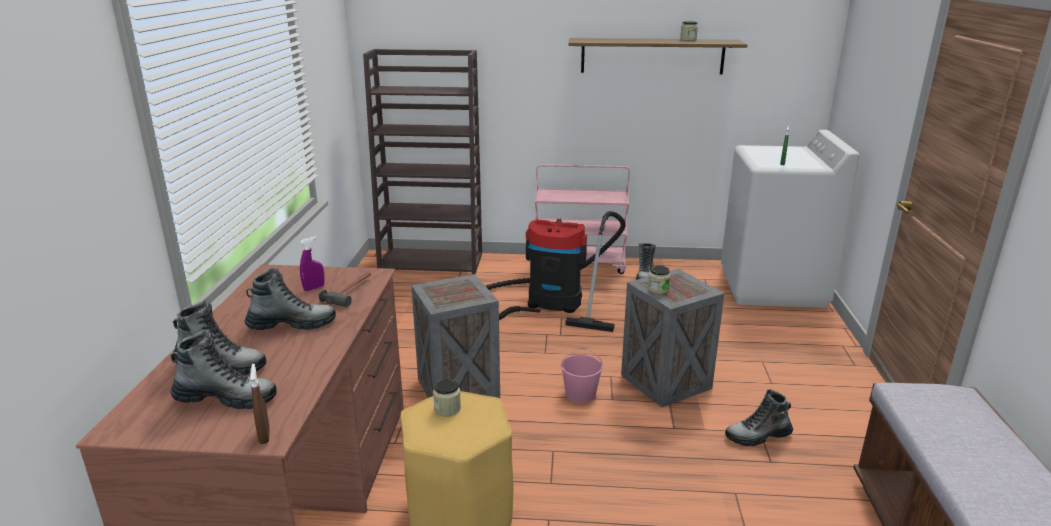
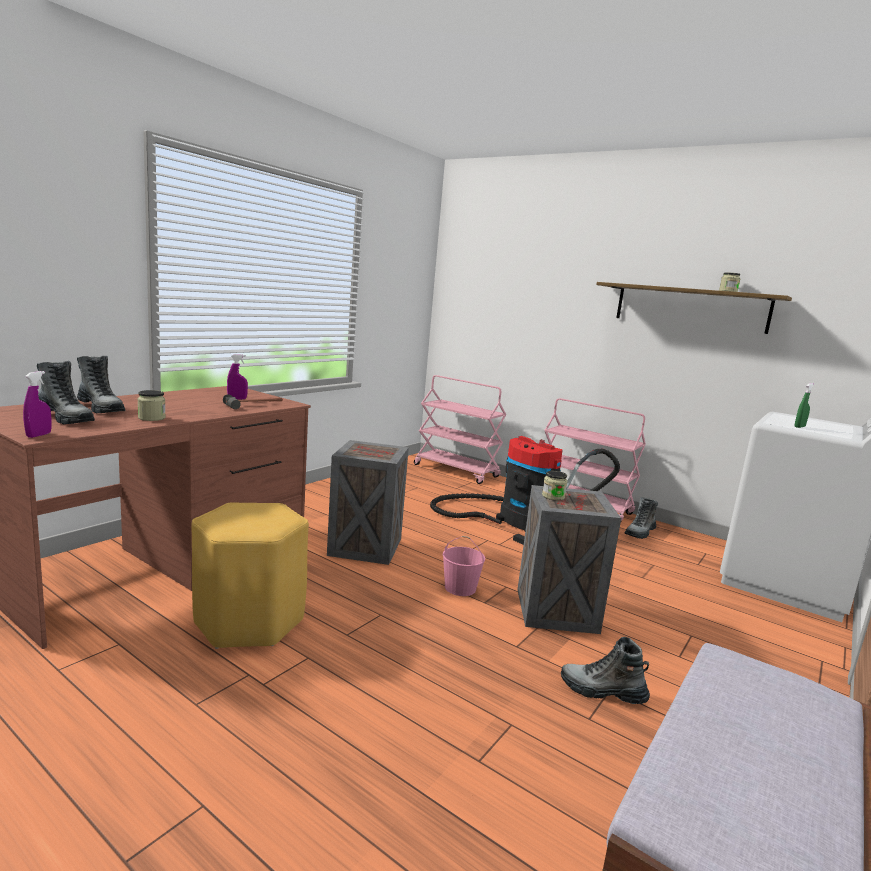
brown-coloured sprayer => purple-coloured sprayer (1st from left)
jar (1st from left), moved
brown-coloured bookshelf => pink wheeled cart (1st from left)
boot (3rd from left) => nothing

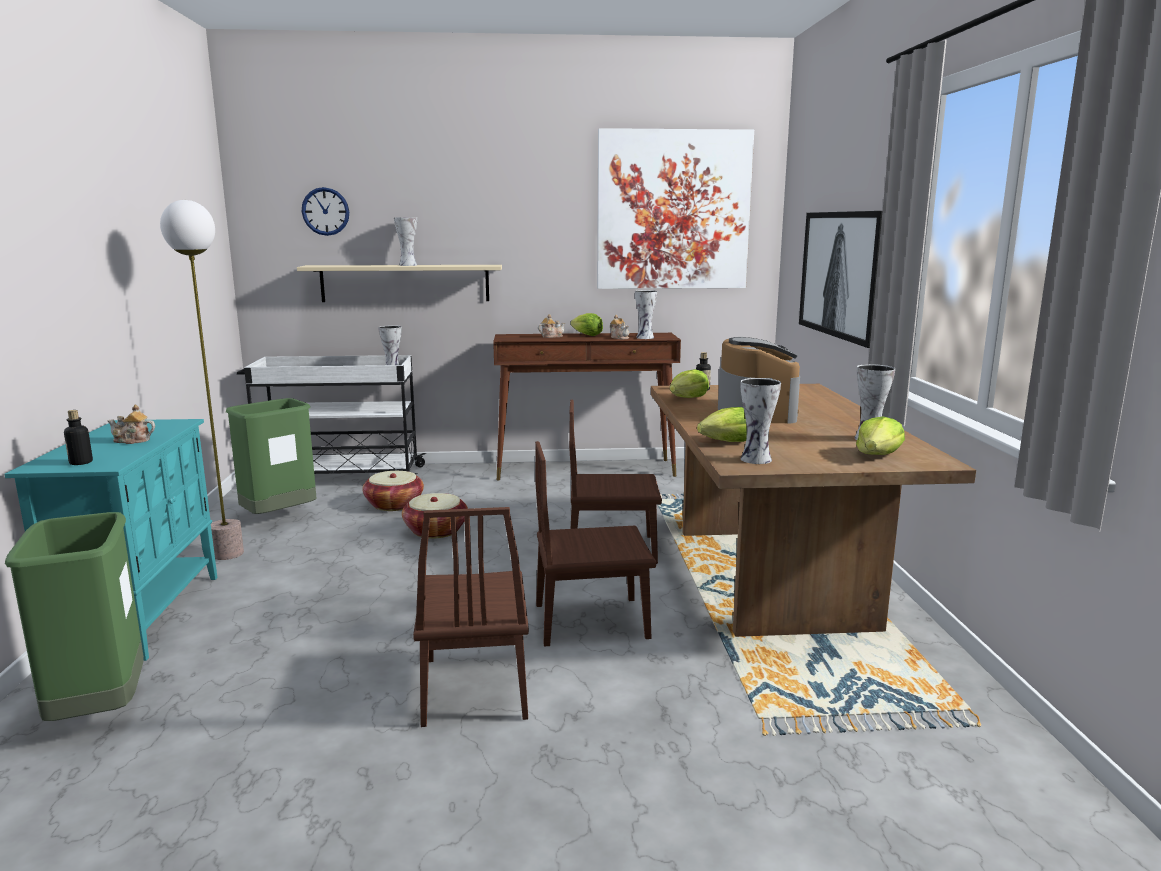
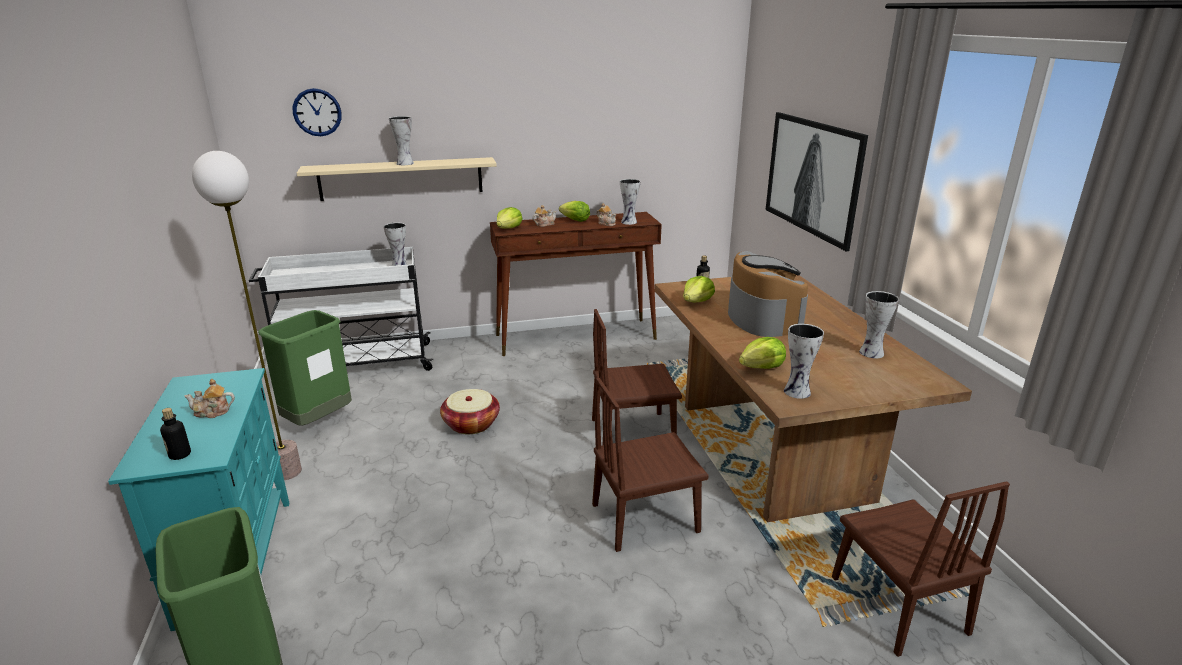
head of lettuce (4th from left in the first image) => head of lettuce (1st from left), moved
brown-coloured upright chair (1st from left in the first image) => brown-coloured upright chair (3rd from left), moved
basket (1st from left) => nothing
picture (1st from left) => nothing

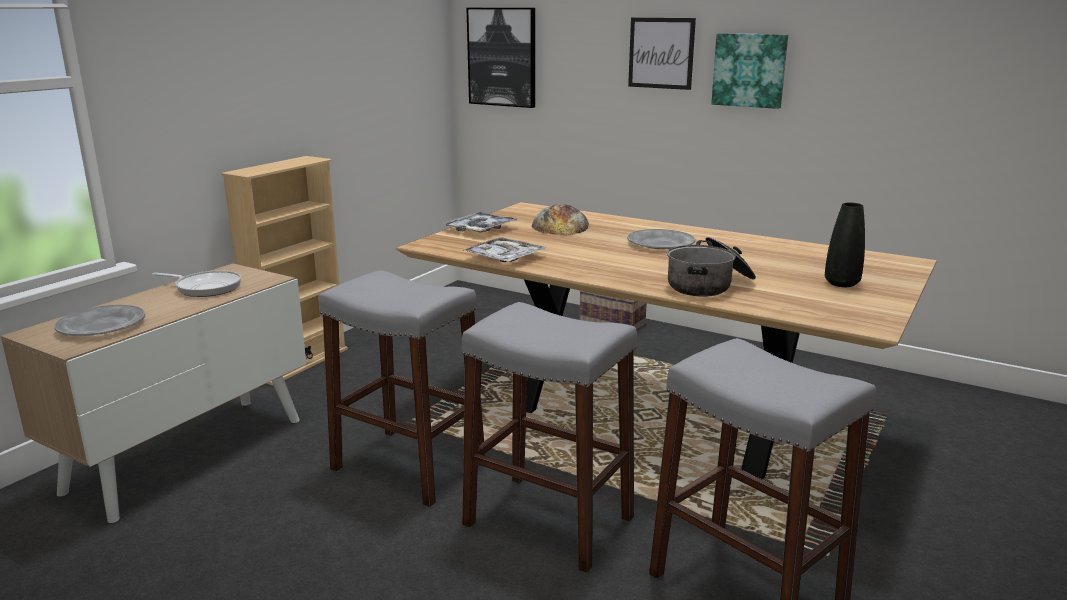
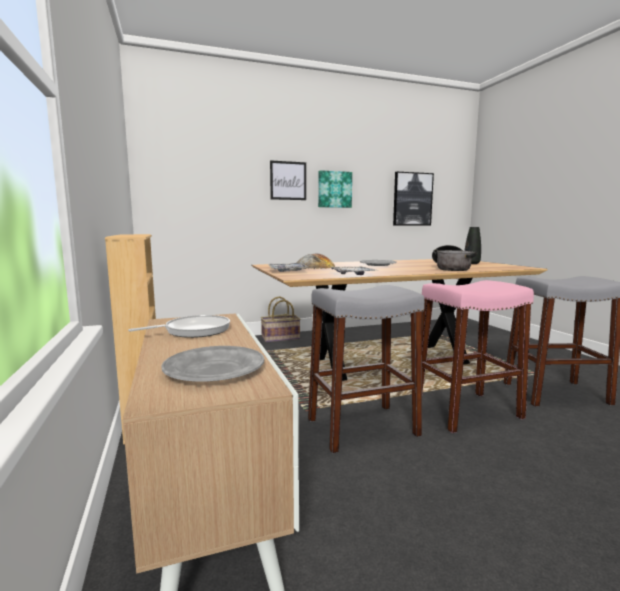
picture (1st from left in the first image) => picture (3rd from left), moved
grey stool (2nd from left) => pink stool

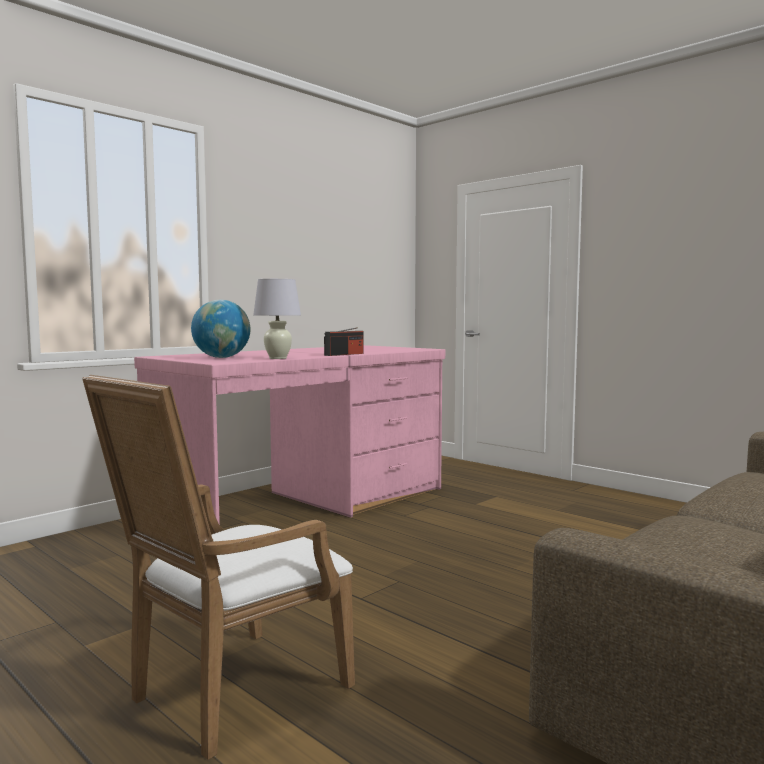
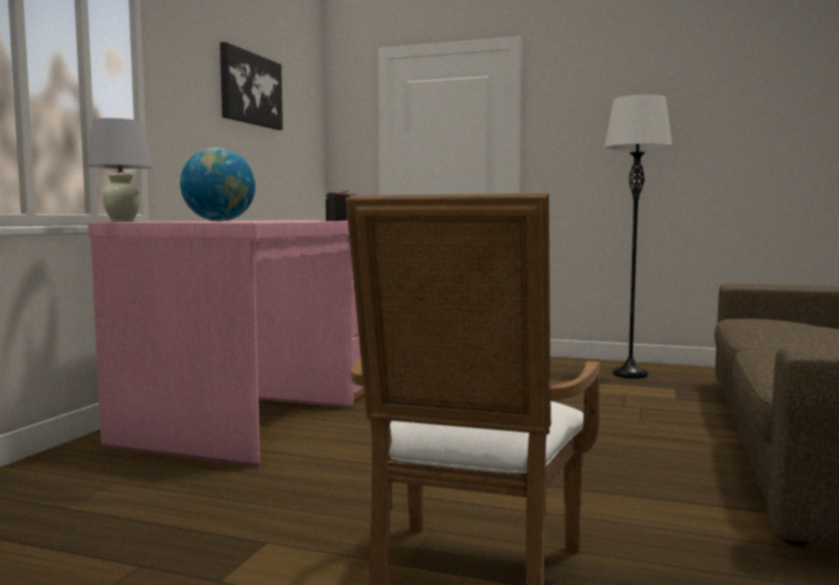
white-coloured tabletop lamp, moved
nothing => picture
nothing => white-coloured standing lamp

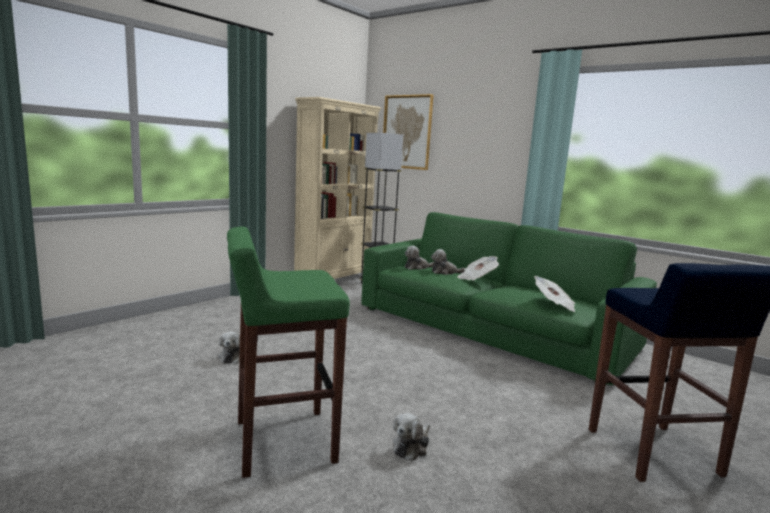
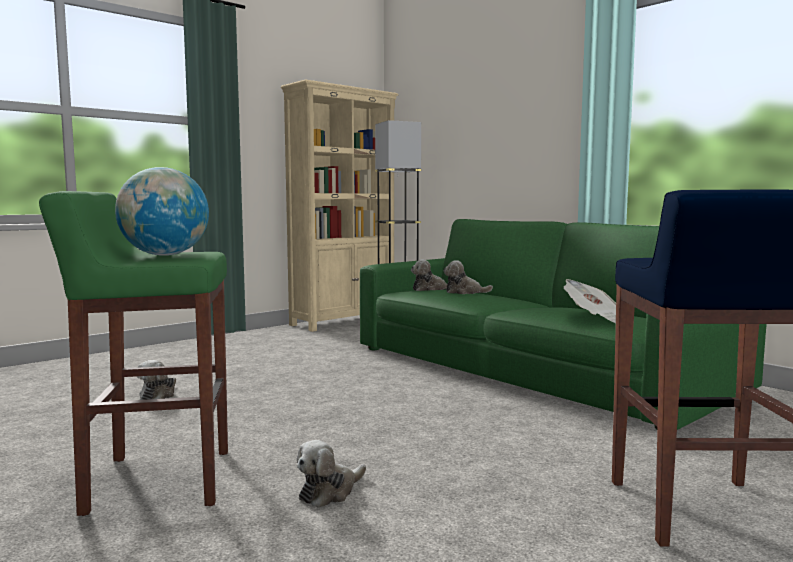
nothing => world globe
picture => nothing
printed paper (1st from left) => nothing

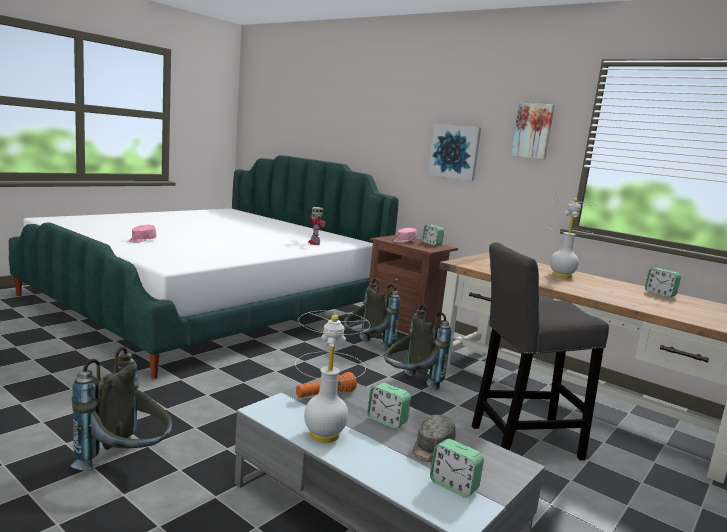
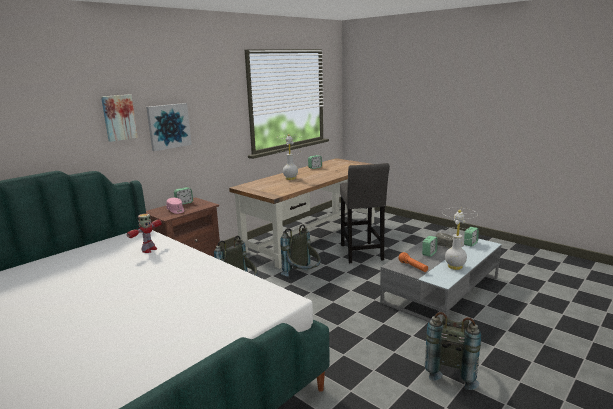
picture (2nd from left in the first image) => picture (1st from left), moved
robot figure, 45 degrees counterclockwise
pink baseball cap (1st from left) => nothing

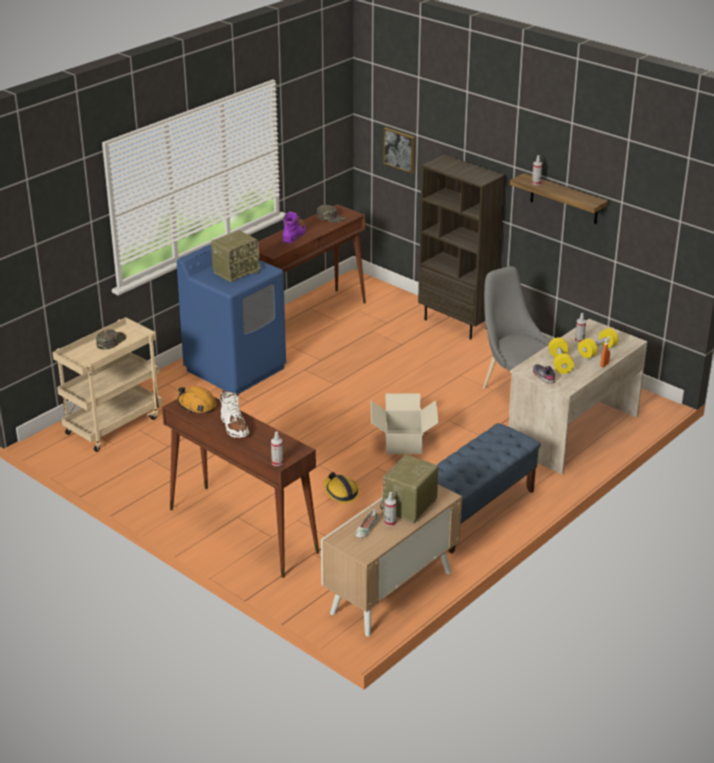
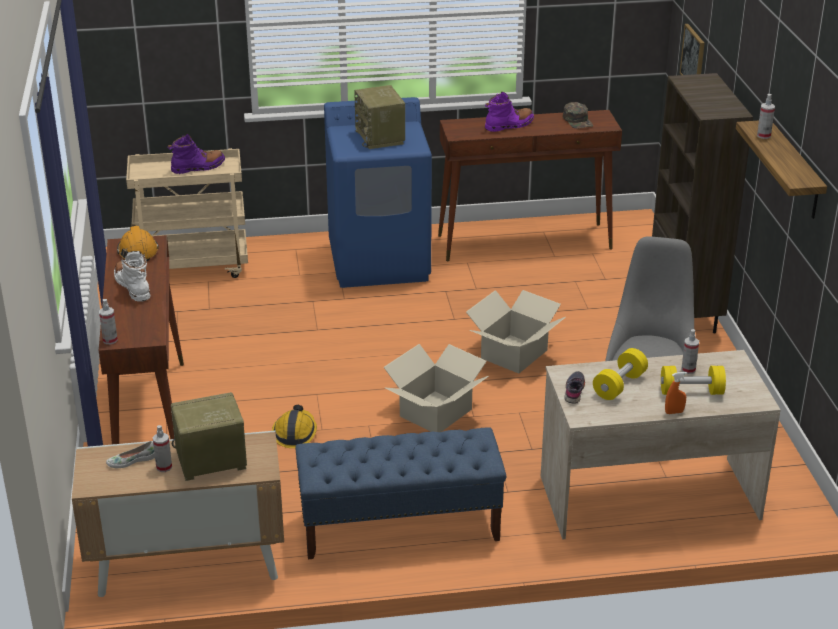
white-coloured boot, 135 degrees clockwise
green-coloured baseball cap (1st from left) => purple-coloured boot (1st from left)
radio receiver (1st from left in the first image) => radio receiver (2nd from left), 75 degrees clockwise
nothing => packing box (2nd from left)

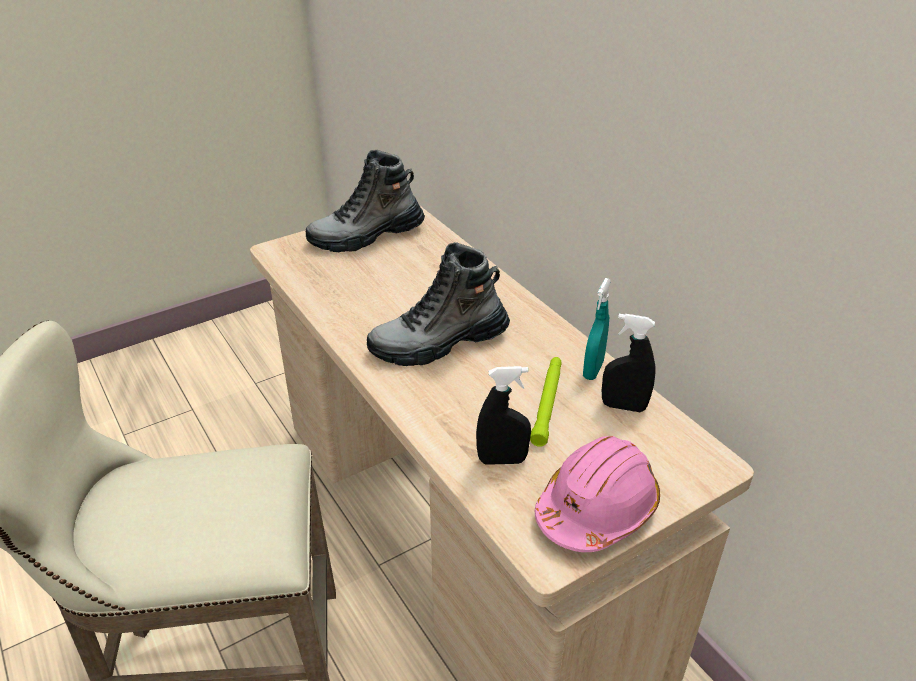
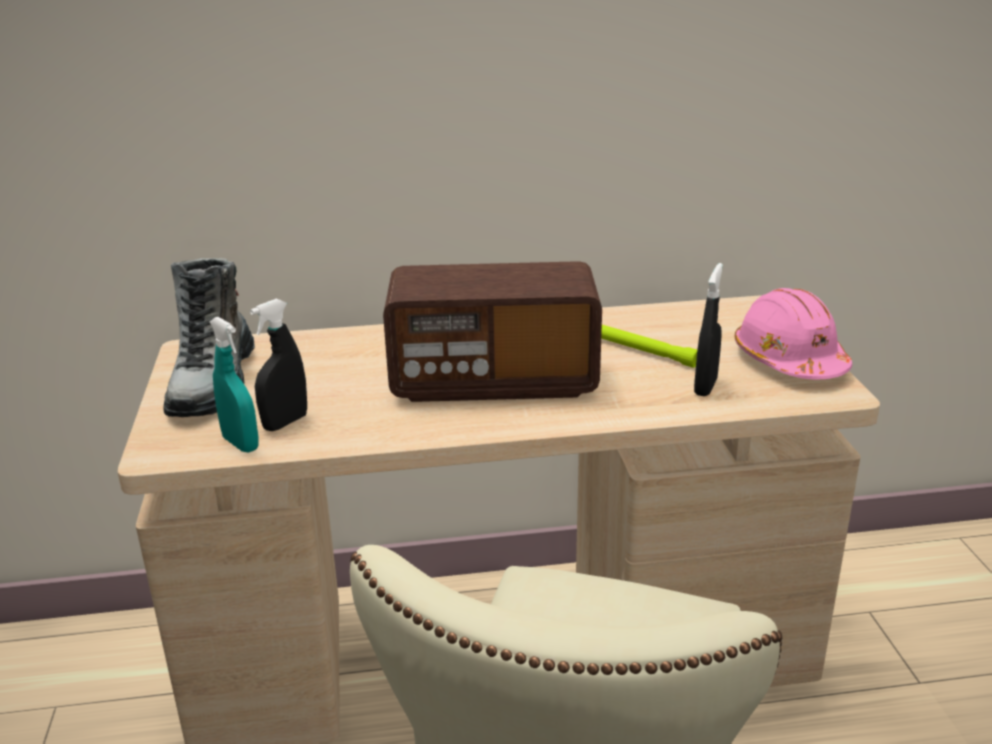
turquoise-coloured sprayer, moved
black-coloured sprayer (2nd from left in the first image) => black-coloured sprayer (1st from left), moved
boot (2nd from left) => radio receiver

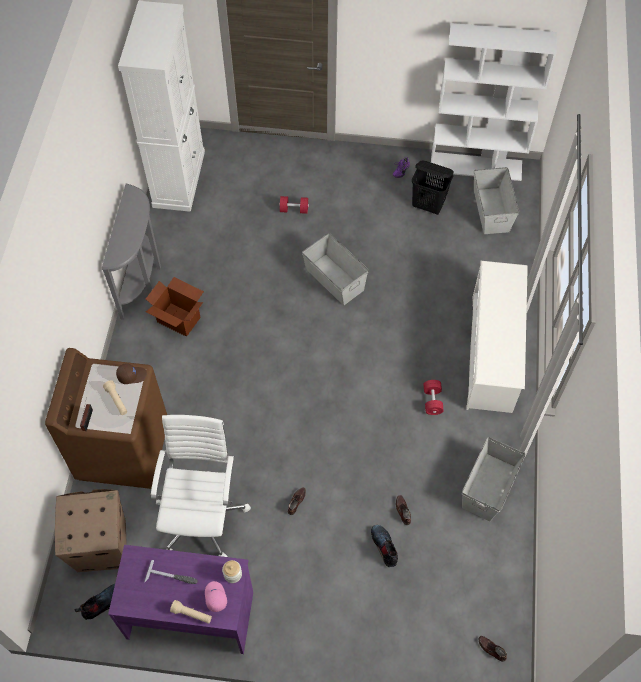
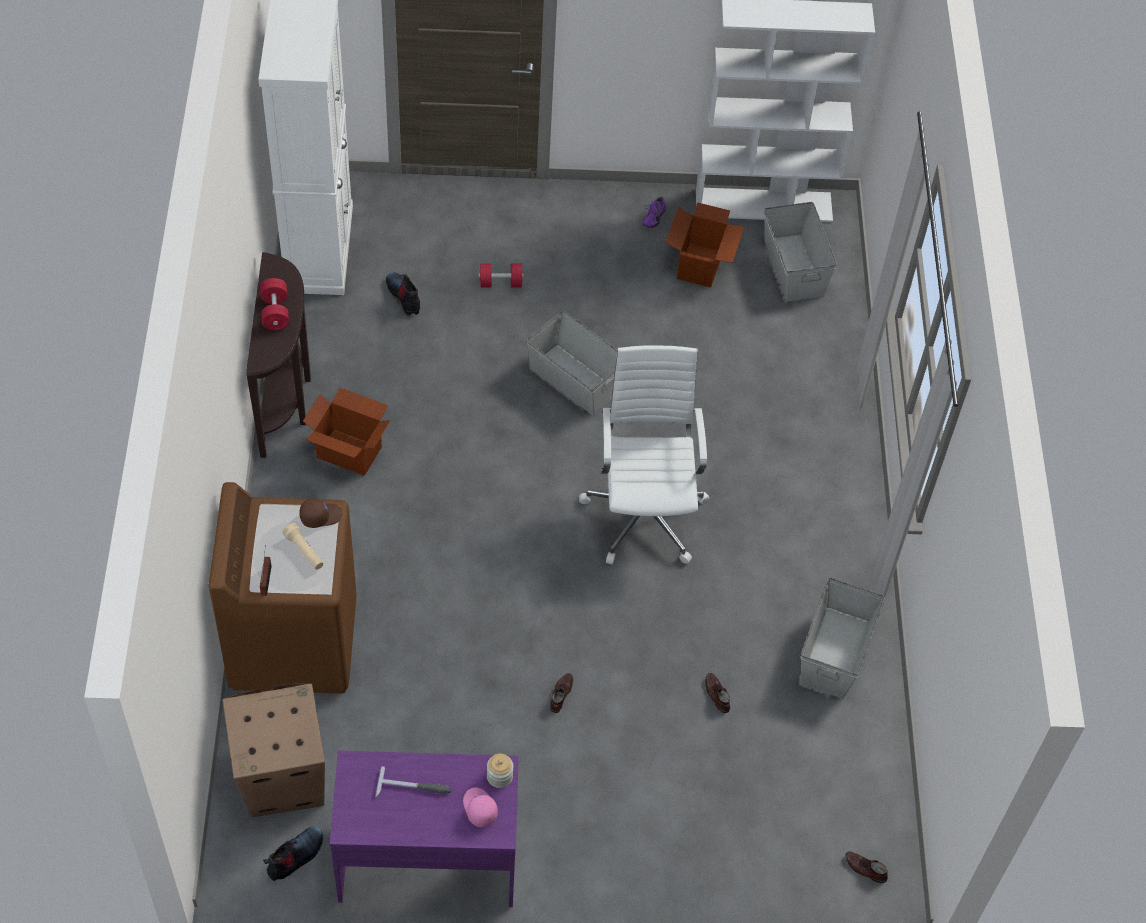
grey narrow table => brown-coloured narrow table
red hand weight (2nd from left in the first image) => red hand weight (1st from left), moved
boot (2nd from left), moved
white-coloured computer chair, moved
black-coloured hamper => packing box (3rd from left)
beige flashlight (2nd from left) => nothing
white-coloured shoe shelf => nothing

